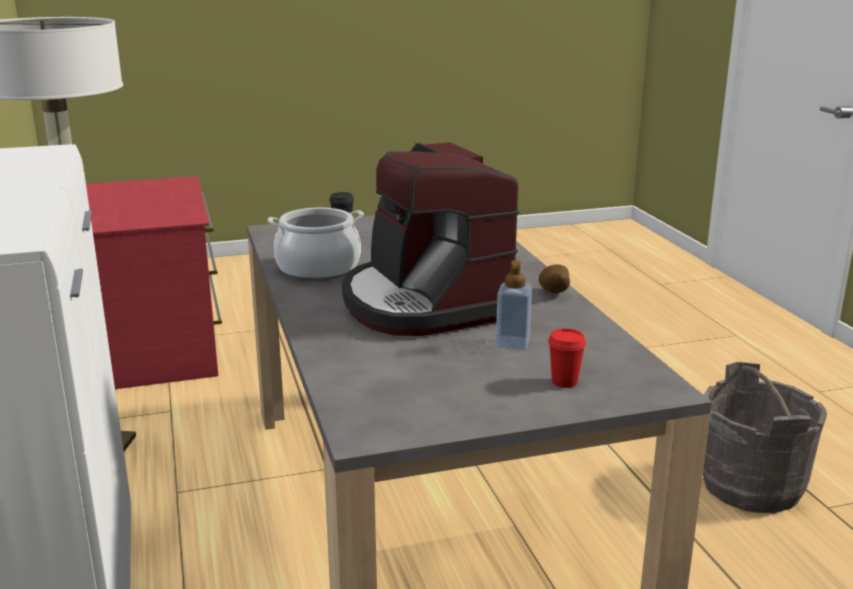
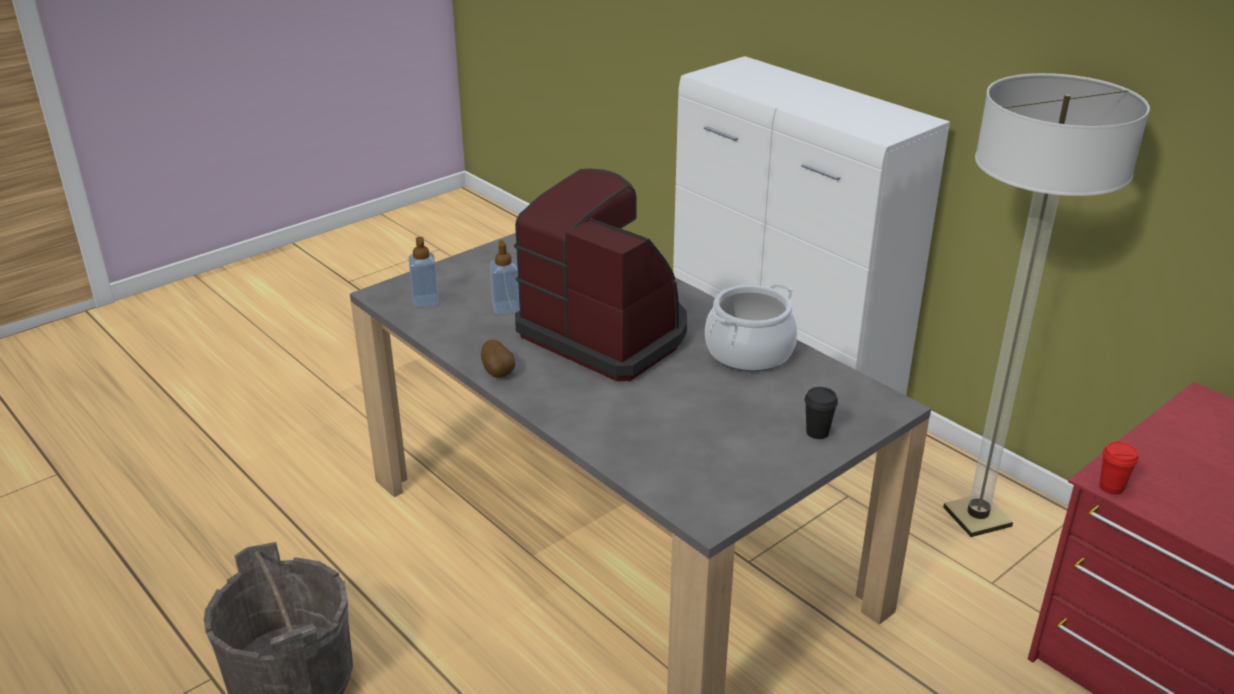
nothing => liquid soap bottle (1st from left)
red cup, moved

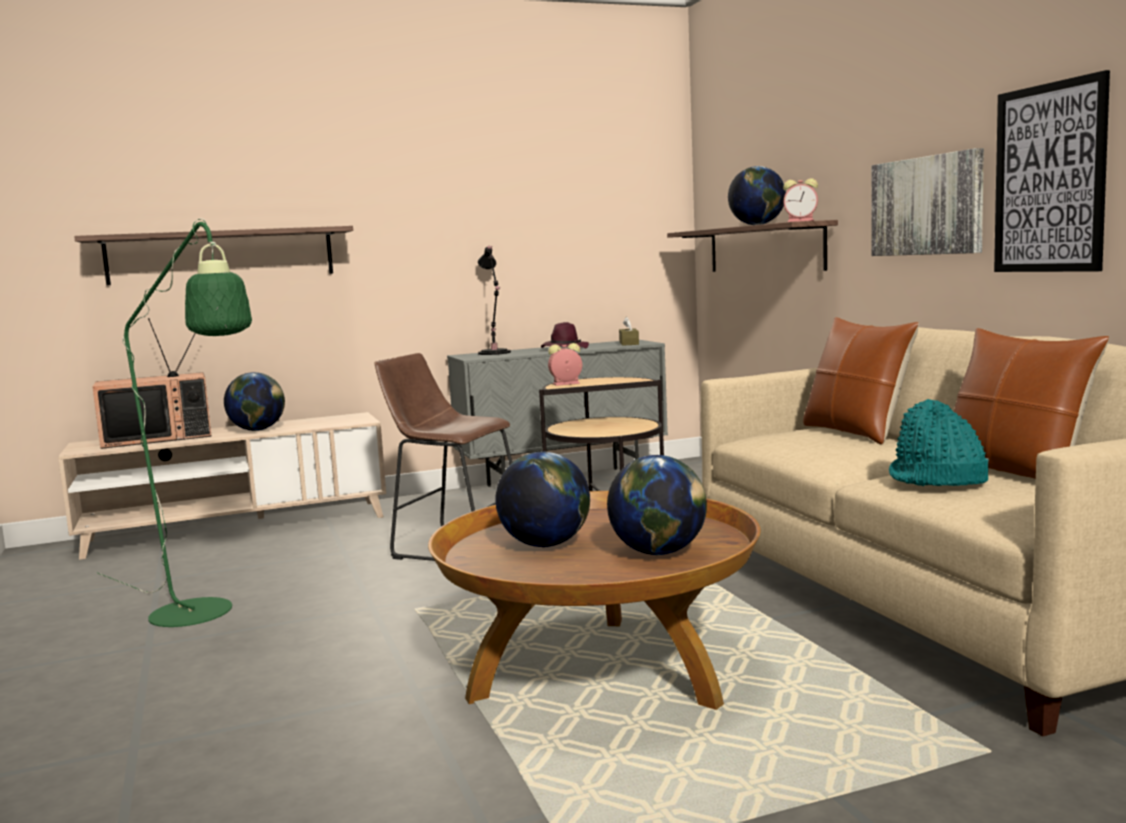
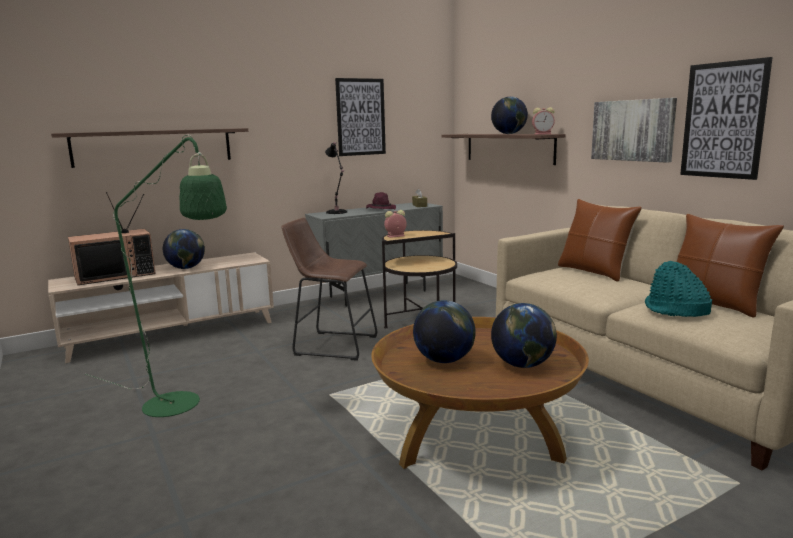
nothing => picture (1st from left)

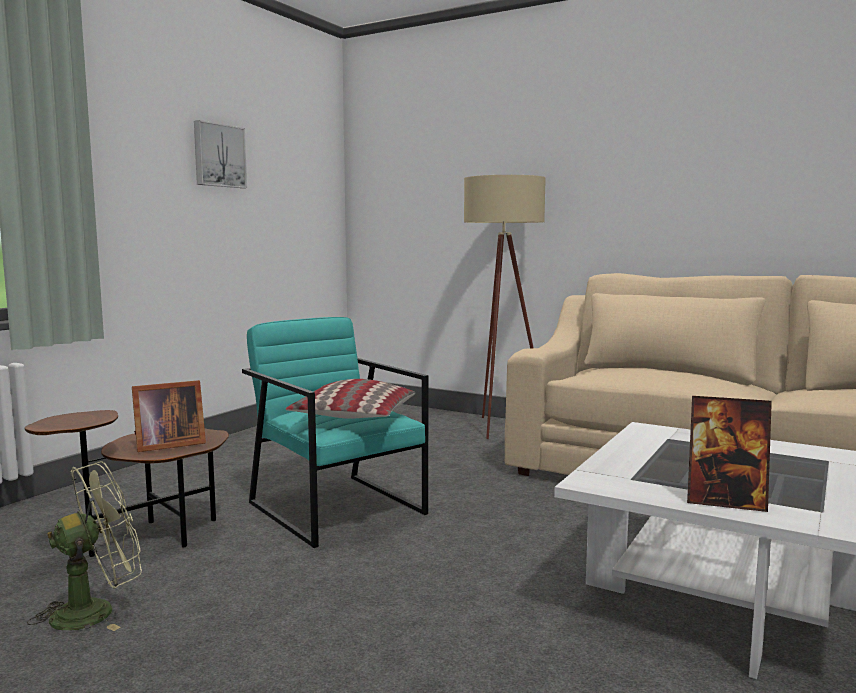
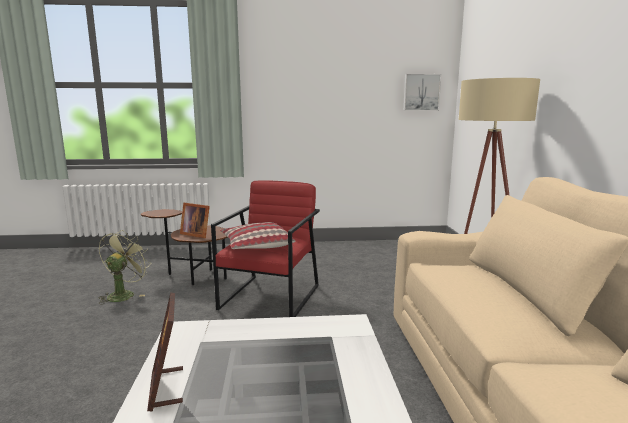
green-coloured fan, 90 degrees counterclockwise
turquoise-coloured lounge chair => red lounge chair
picture, moved

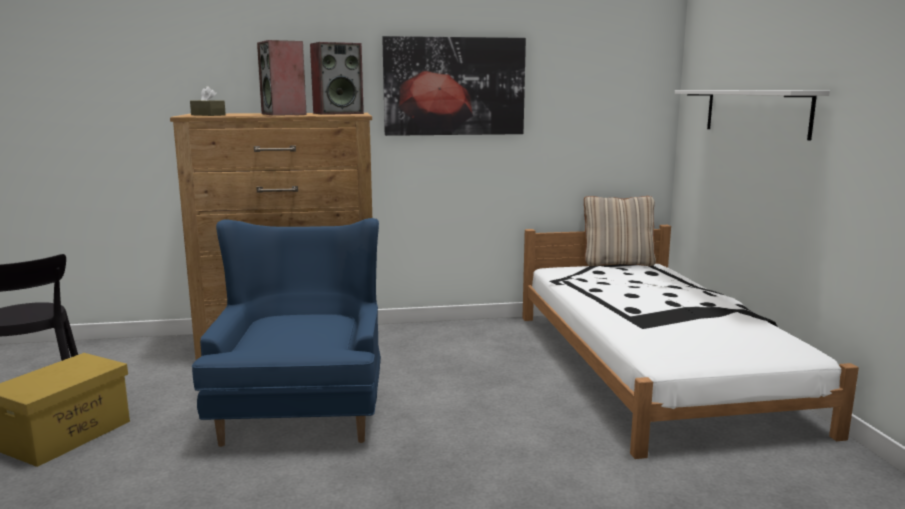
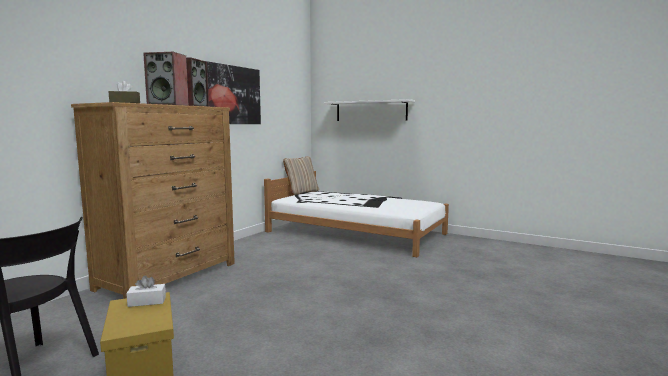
nothing => white-coloured box of tissues
bluish lounge chair => nothing

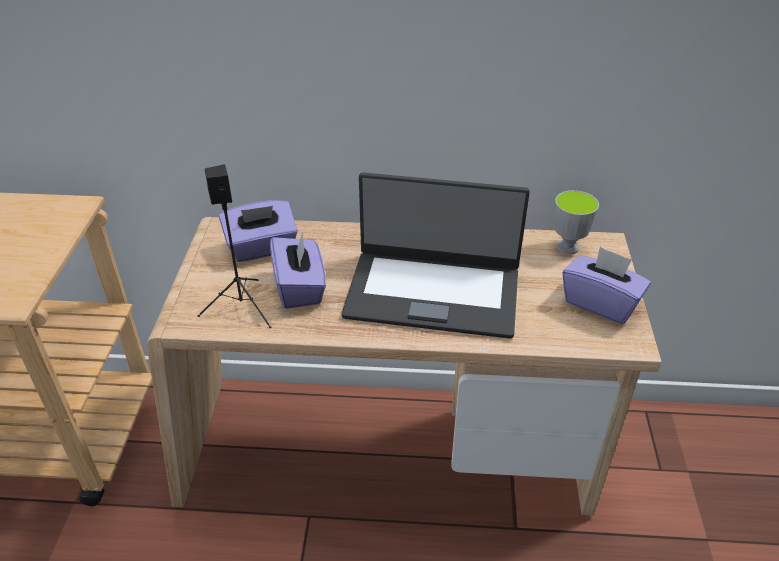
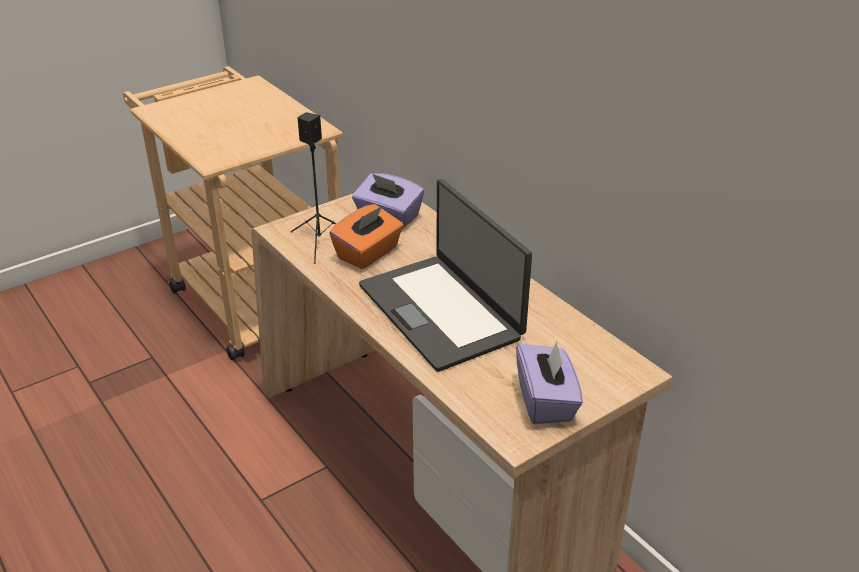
purple-coloured box of tissues (2nd from left) => orange box of tissues
cup => nothing

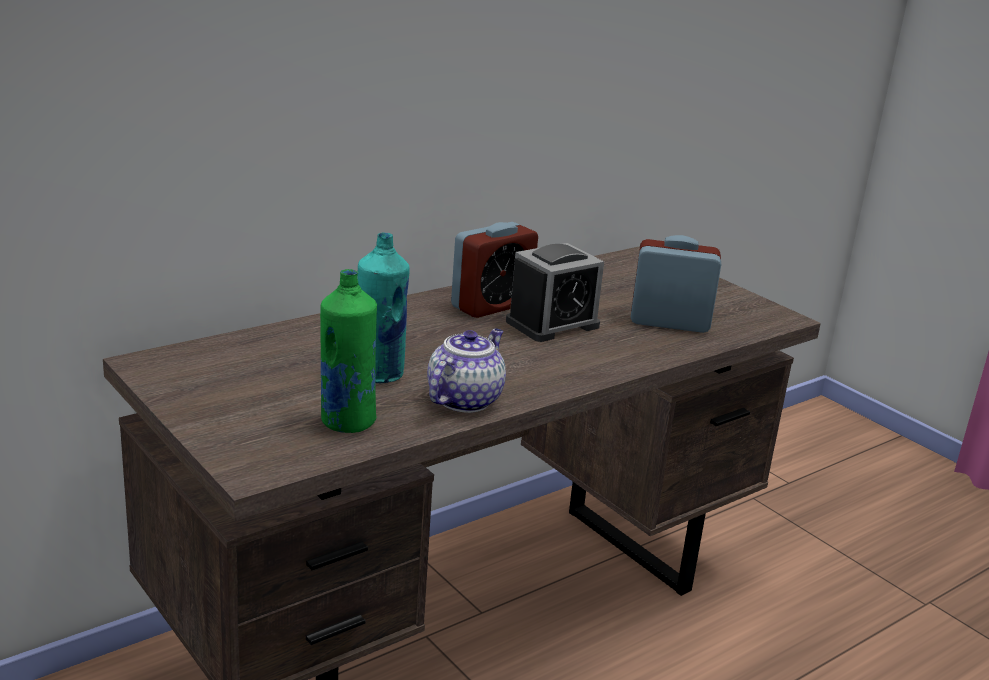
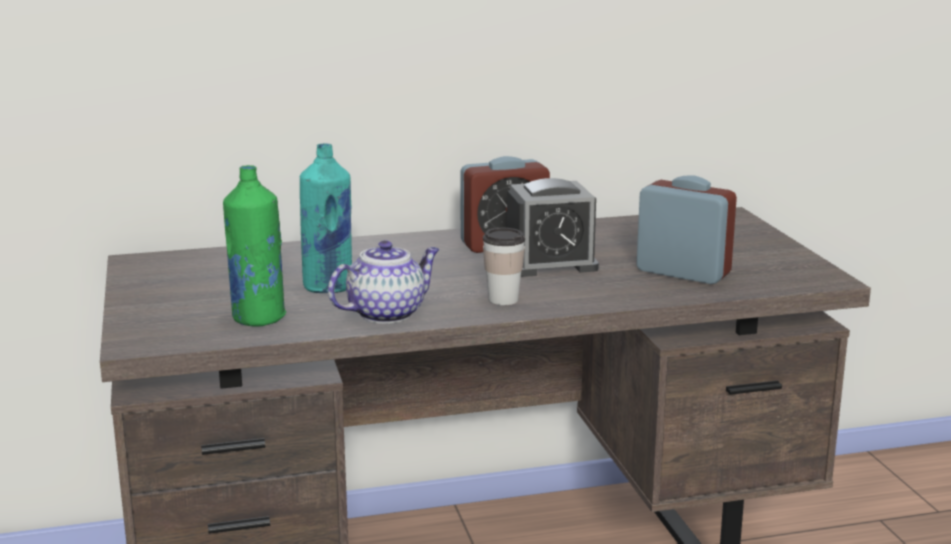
nothing => cup

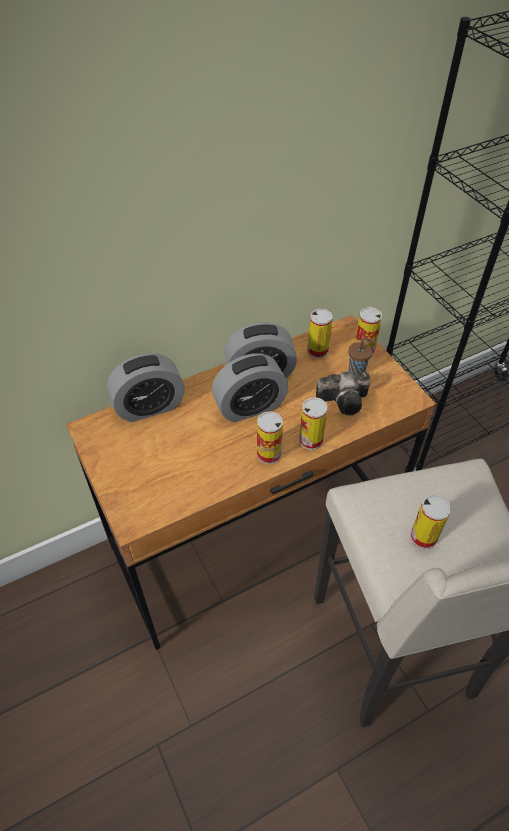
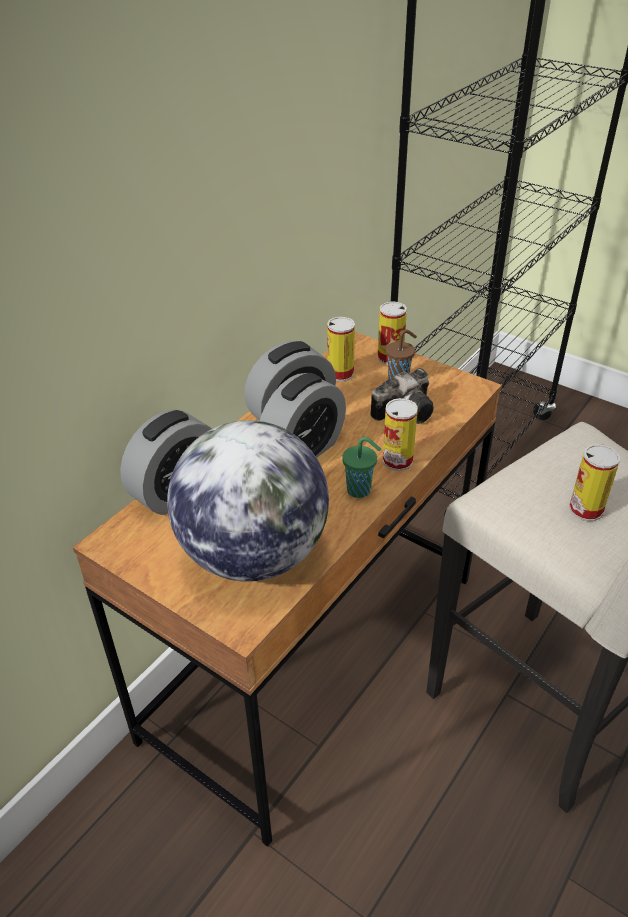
nothing => world globe
metal can (1st from left) => green-coloured cup

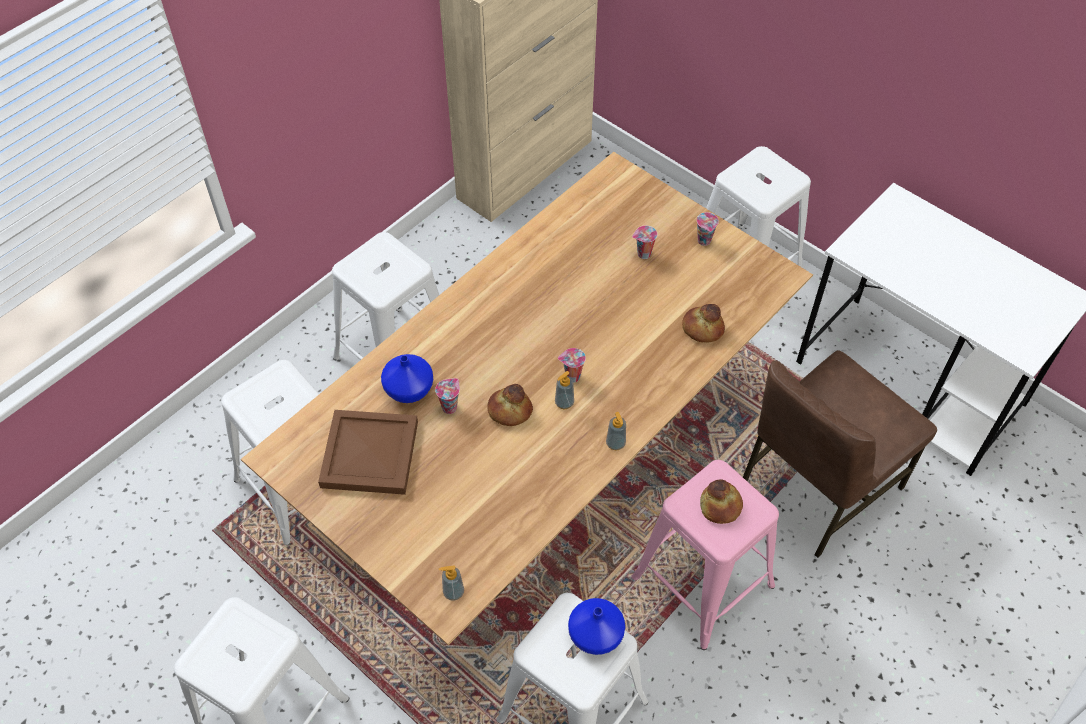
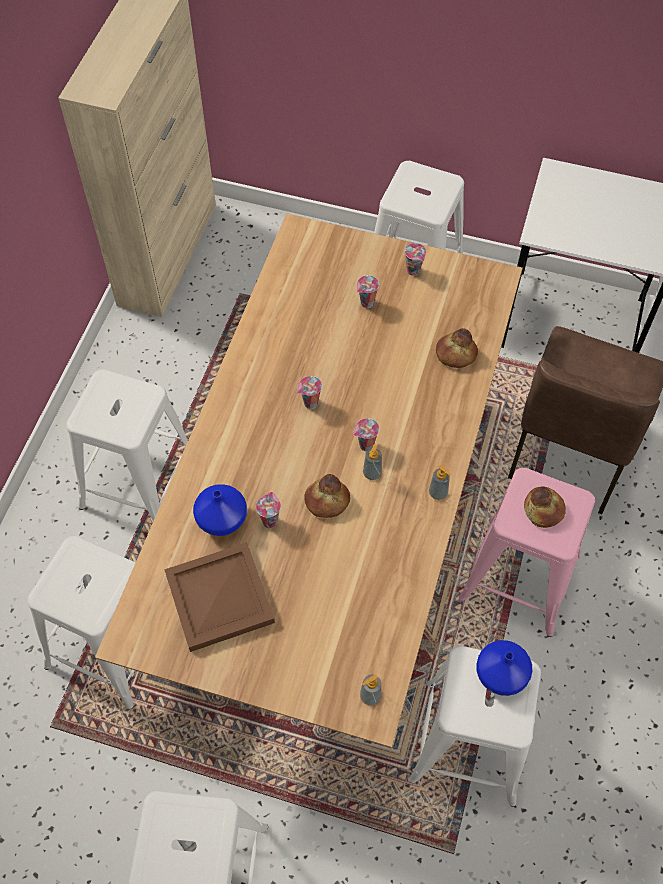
nothing => cup (2nd from left)

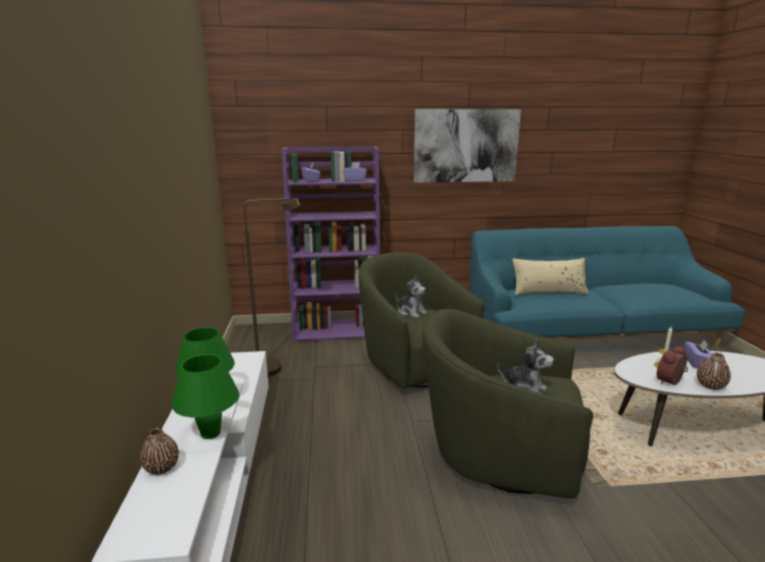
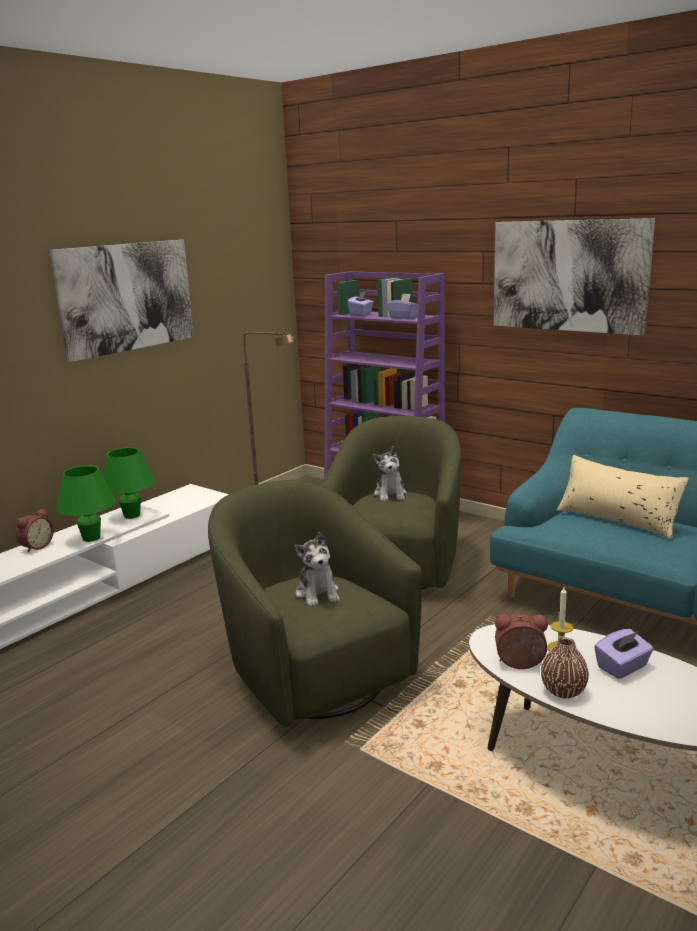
brown-coloured flower vase (1st from left) => alarm clock (1st from left)
nothing => picture (1st from left)

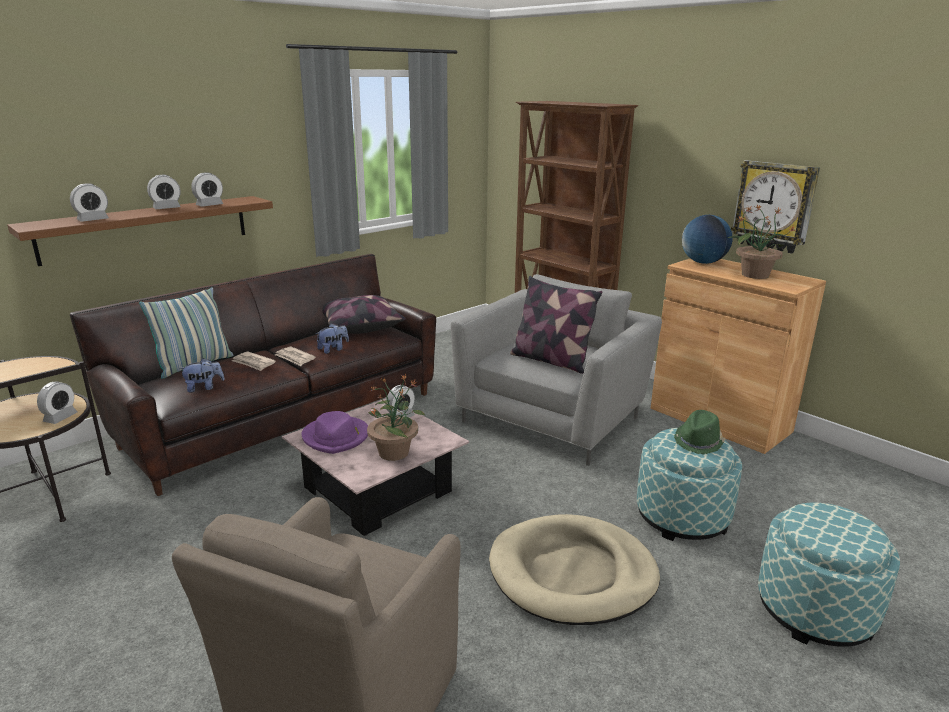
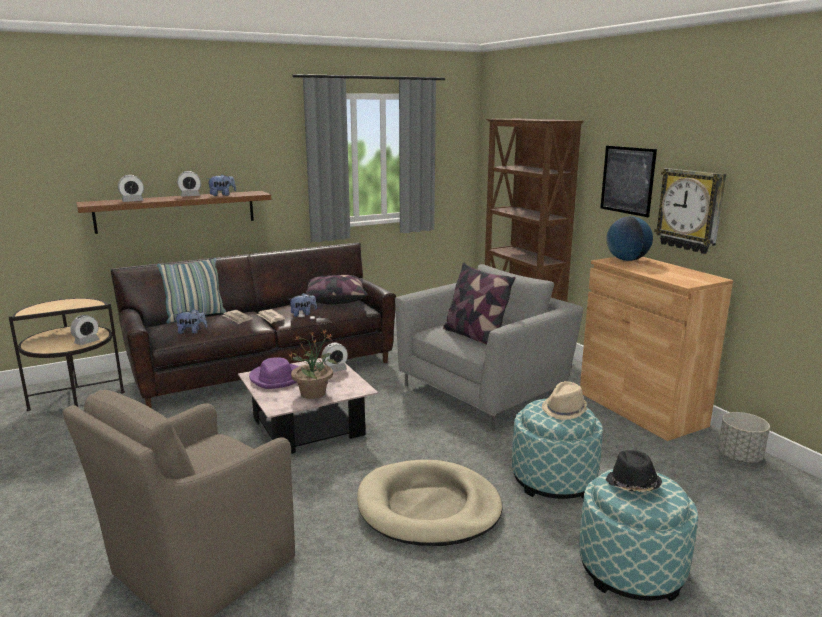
alarm clock (4th from left) => soft toy (2nd from left)
green-coloured clothing hat => beige clothing hat
nothing => picture
nothing => black-coloured clothing hat
nothing => grey plant pot
plant in a pot (2nd from left) => nothing

